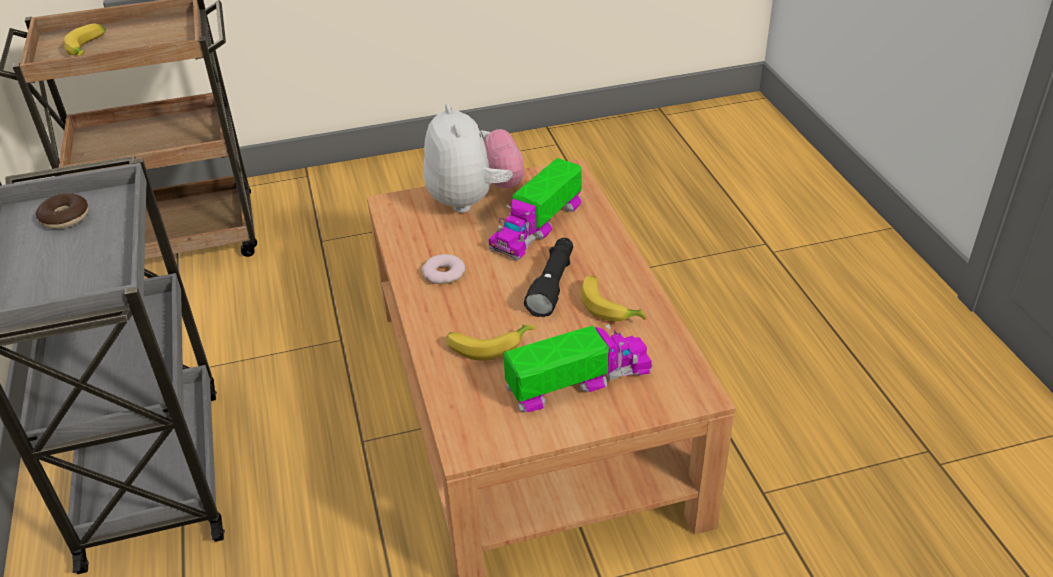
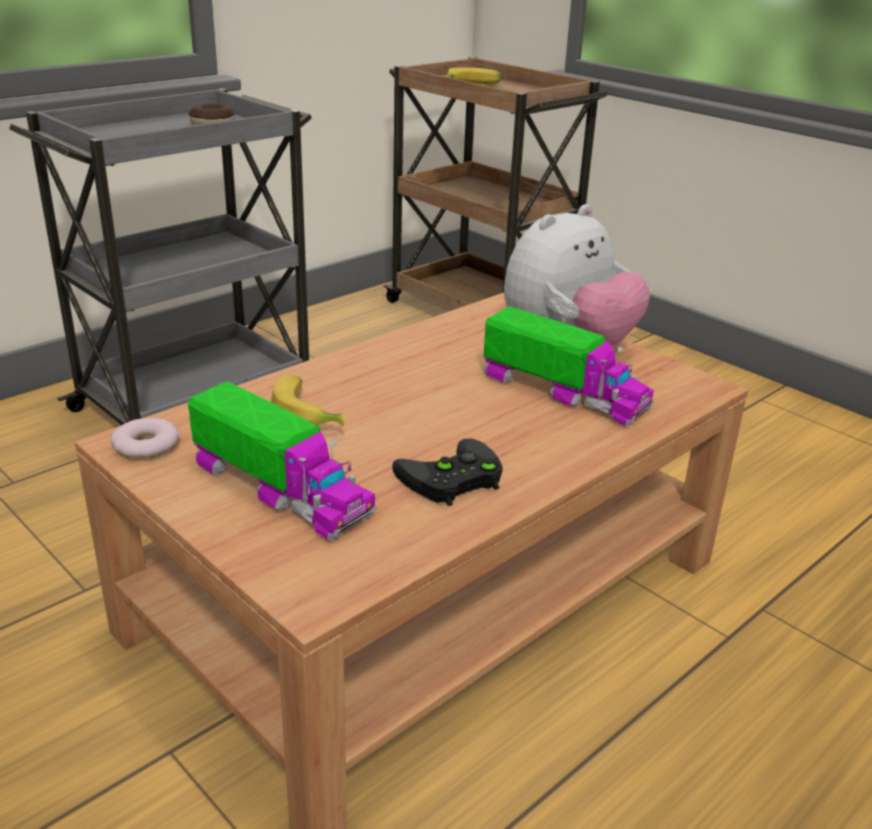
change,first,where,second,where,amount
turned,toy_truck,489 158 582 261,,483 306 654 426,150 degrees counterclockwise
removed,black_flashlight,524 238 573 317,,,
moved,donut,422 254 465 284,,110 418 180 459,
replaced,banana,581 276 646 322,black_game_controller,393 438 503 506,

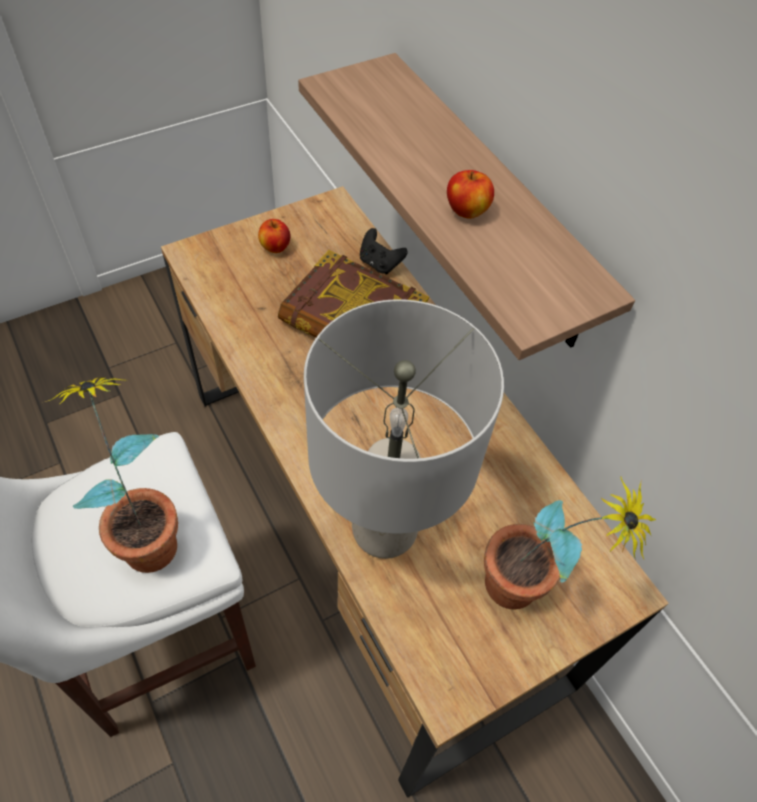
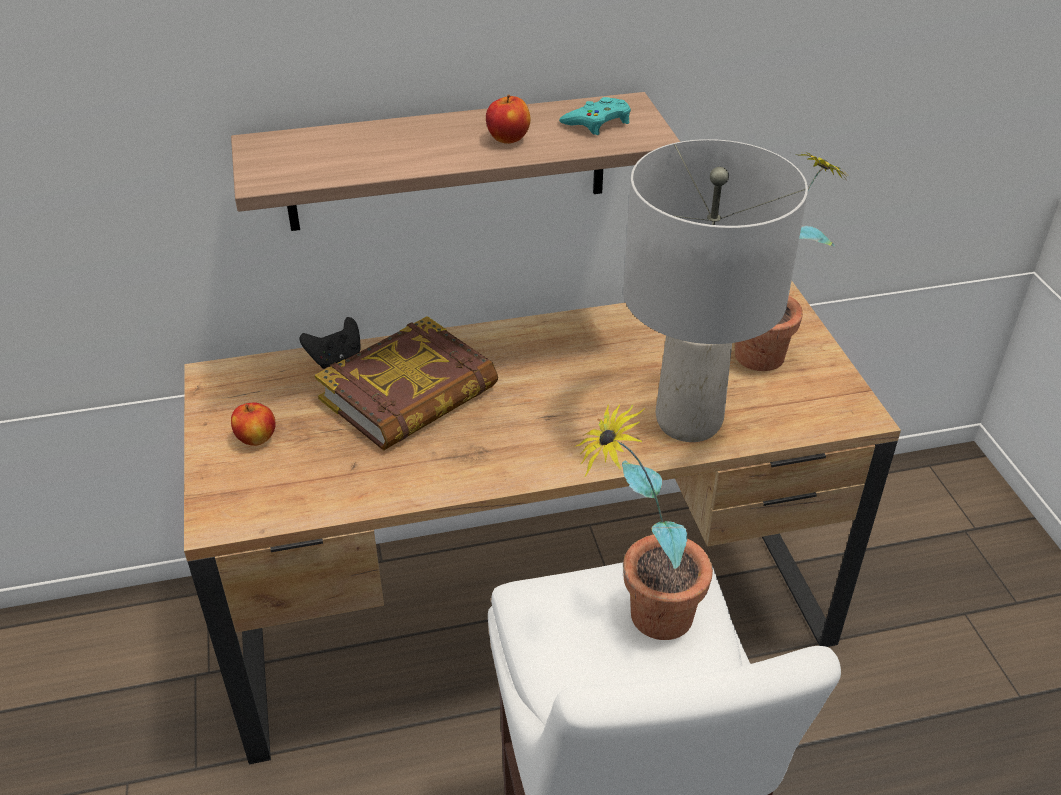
change,first,where,second,where,amount
added,,,turquoise_game_controller,559 97 631 135,

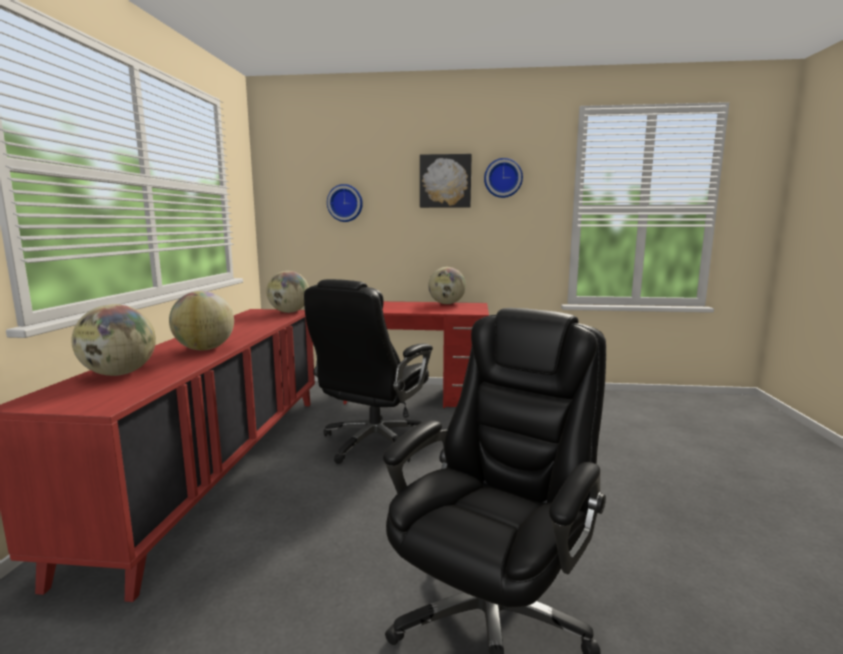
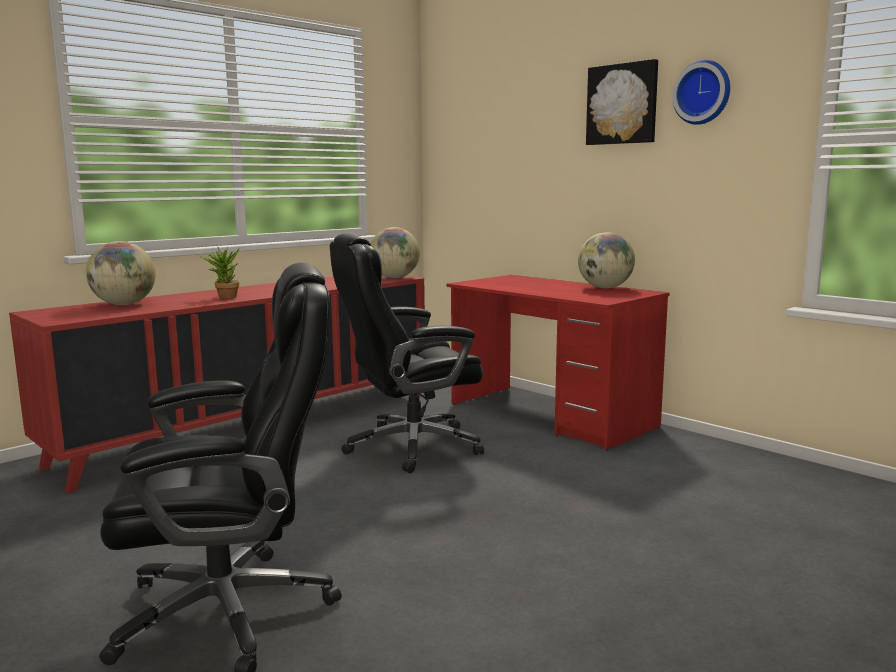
change,first,where,second,where,amount
removed,wall_clock,327 184 363 222,,,
replaced,globe,169 291 234 350,potted_plant,201 247 239 299,

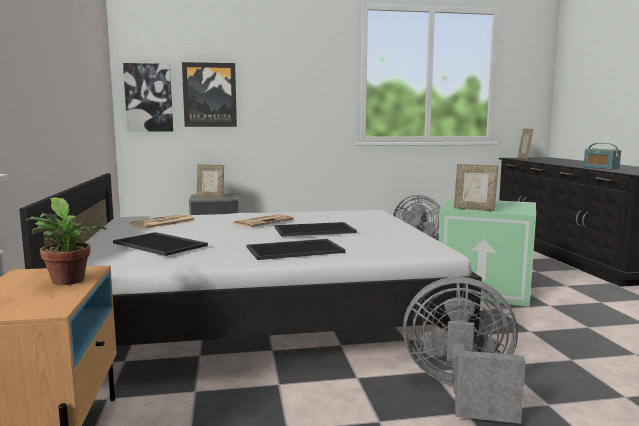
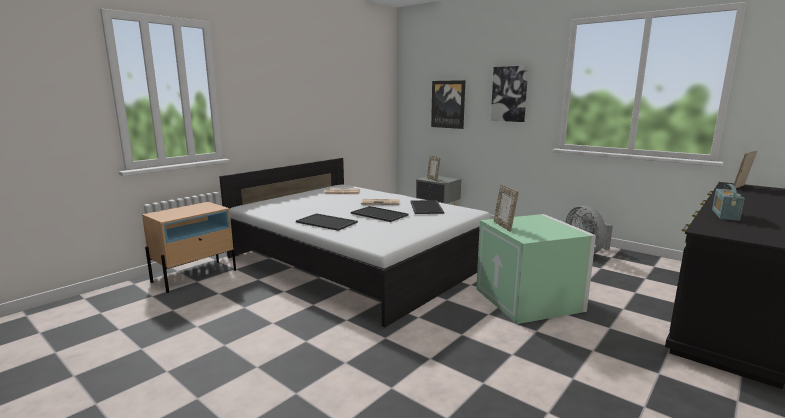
change,first,where,second,where,amount
moved,picture,123 63 173 132,,491 66 528 122,
removed,potted_plant,26 197 107 285,,,
moved,tray,113 232 208 256,,410 200 444 214,
removed,grey_fan,403 277 526 424,,,

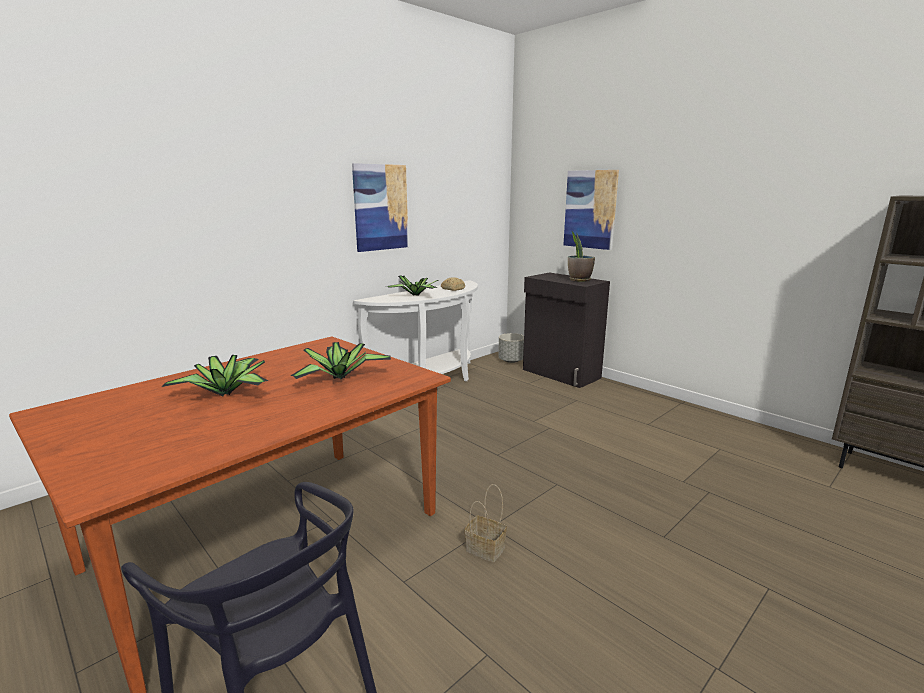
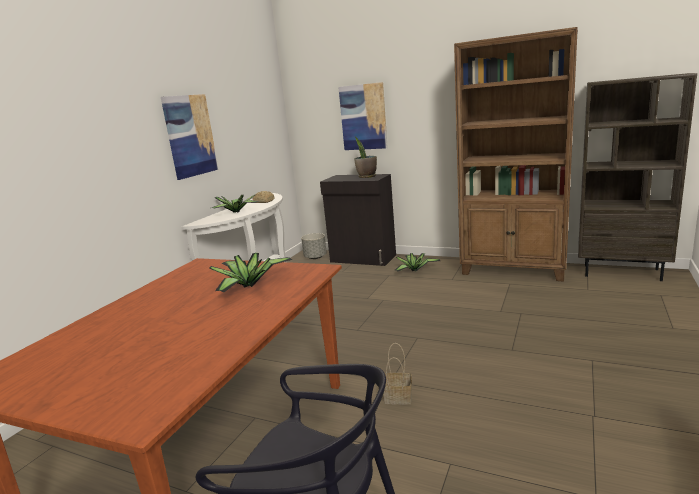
change,first,where,second,where,amount
moved,potted_plant,162 355 268 396,,395 253 440 272,
added,,,brown_bookcase,454 27 578 281,

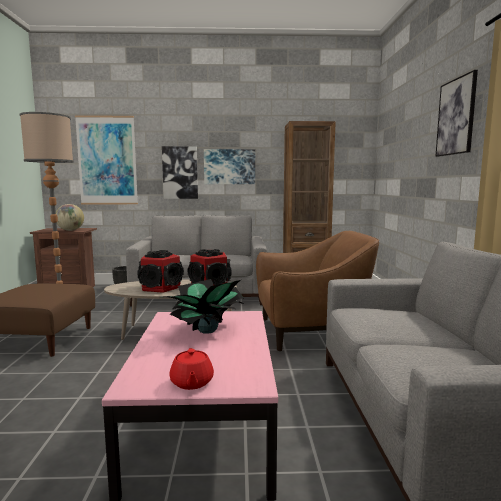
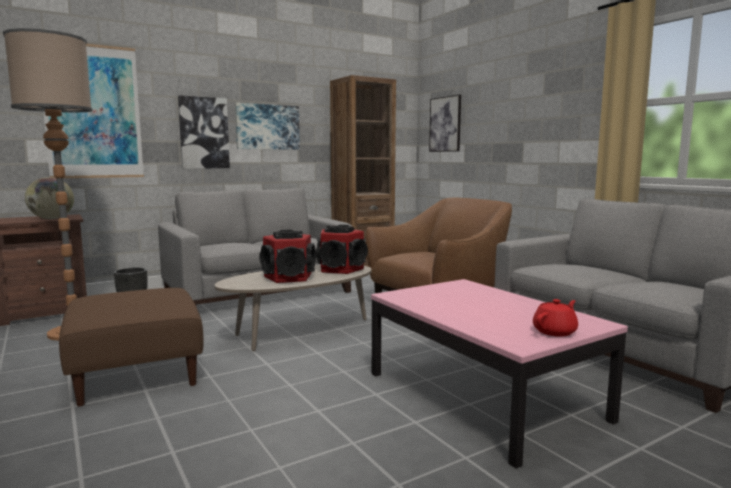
change,first,where,second,where,amount
moved,picture,435 70 478 157,,429 94 461 152,
removed,potted_plant,159 279 244 334,,,
turned,red_teapot,169 348 214 390,,533 299 578 337,90 degrees counterclockwise

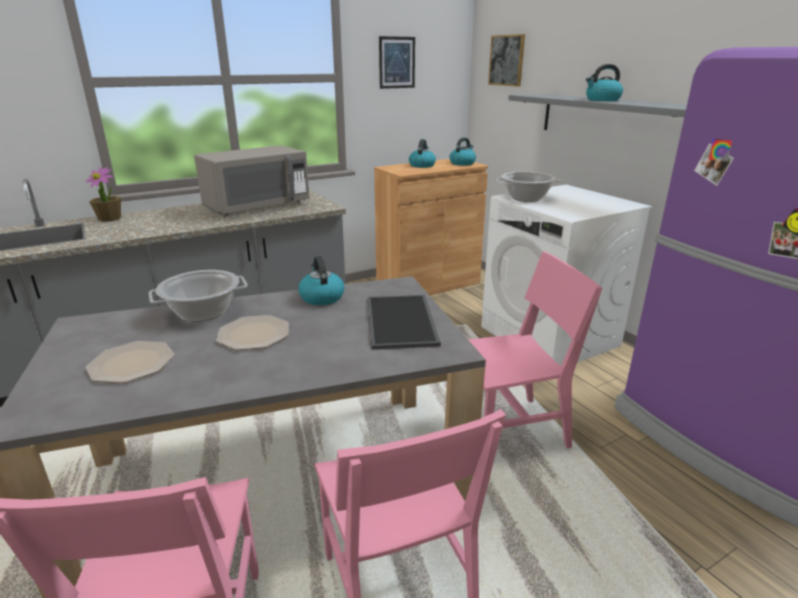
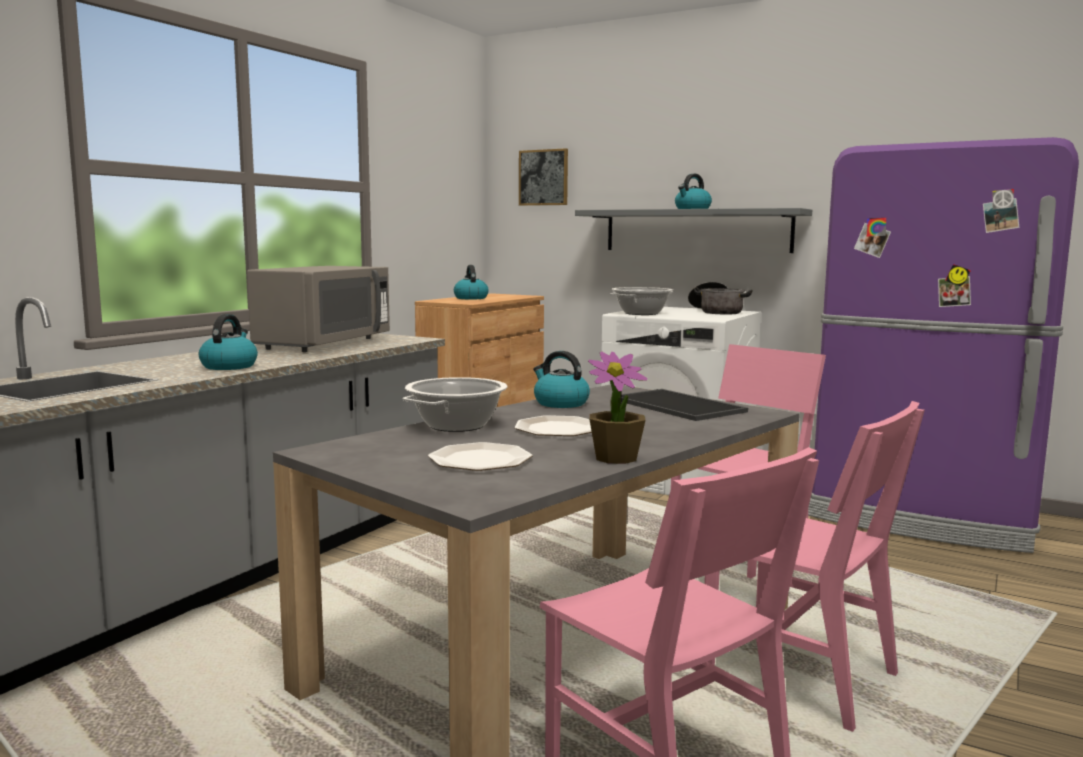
change,first,where,second,where,amount
removed,picture,379 36 415 89,,,
moved,kettle,449 137 476 166,,199 314 258 370,
moved,potted_plant,86 167 121 222,,588 352 647 464,
added,,,cooking_pot,688 282 753 314,

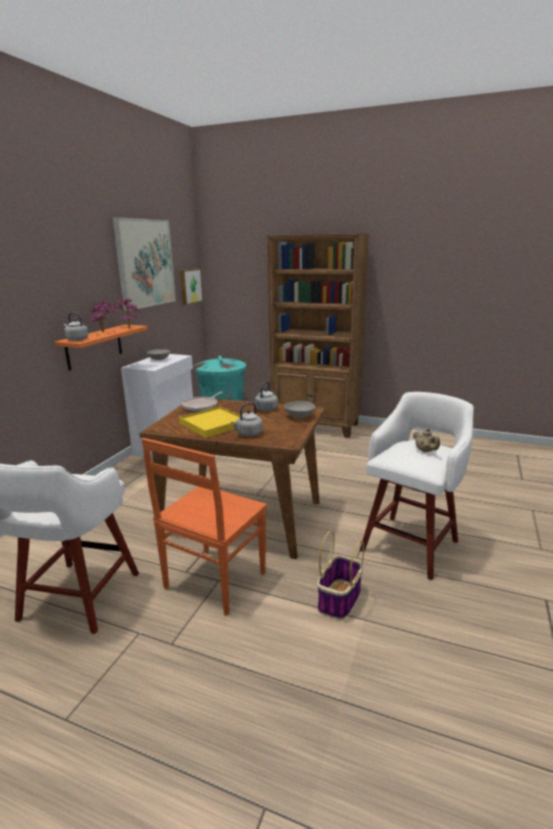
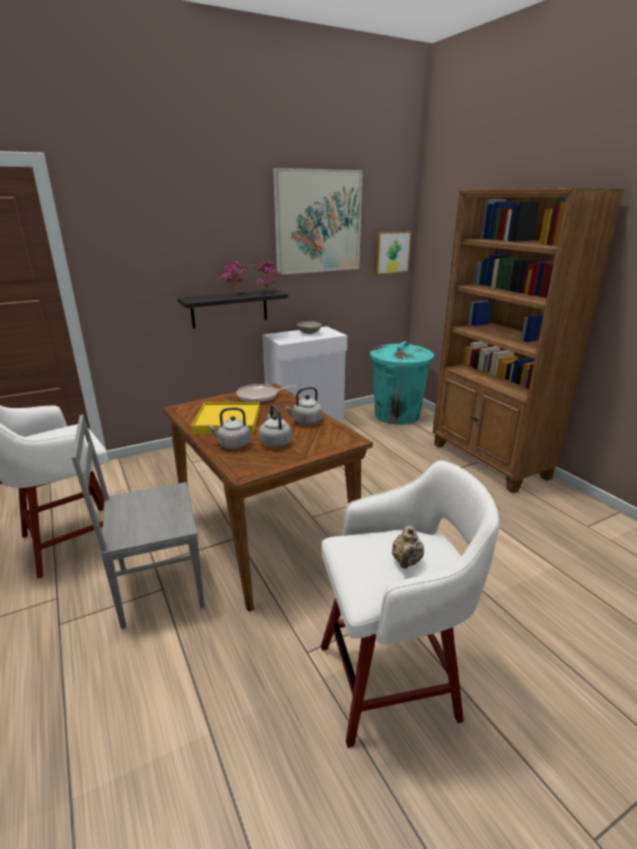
change,first,where,second,where,amount
moved,grey_kettle,64 312 88 341,,259 405 291 448,
recoloured,orange_shelf,54 325 148 371,black_shelf,177 289 288 329,
removed,grey_bowl,284 401 315 418,,,
recoloured,orange_chair,142 438 267 616,grey_chair,71 414 205 629,
removed,basket,317 531 364 619,,,

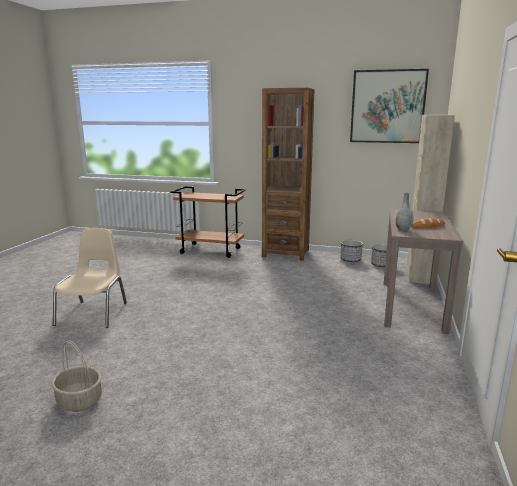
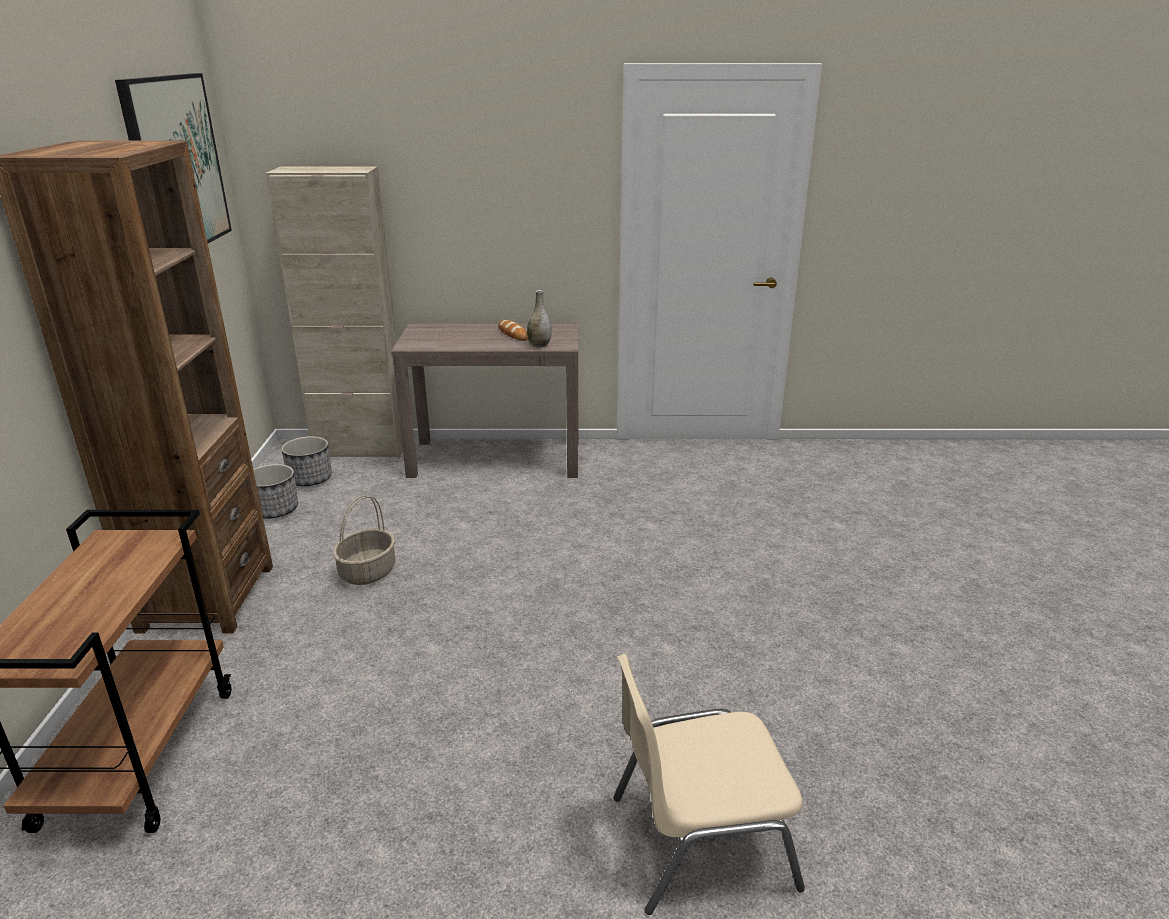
change,first,where,second,where,amount
moved,basket,52 340 102 412,,333 495 395 585,

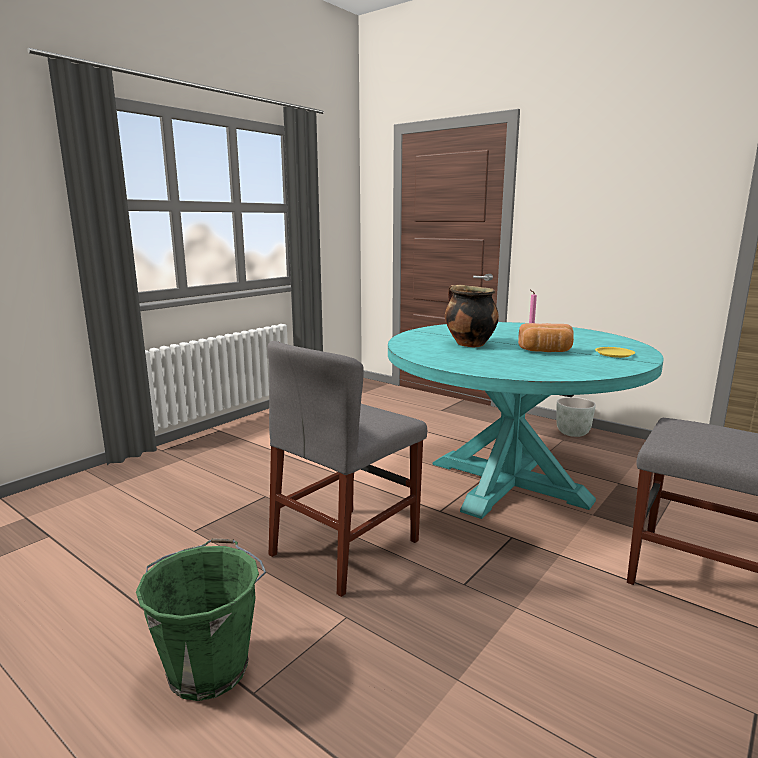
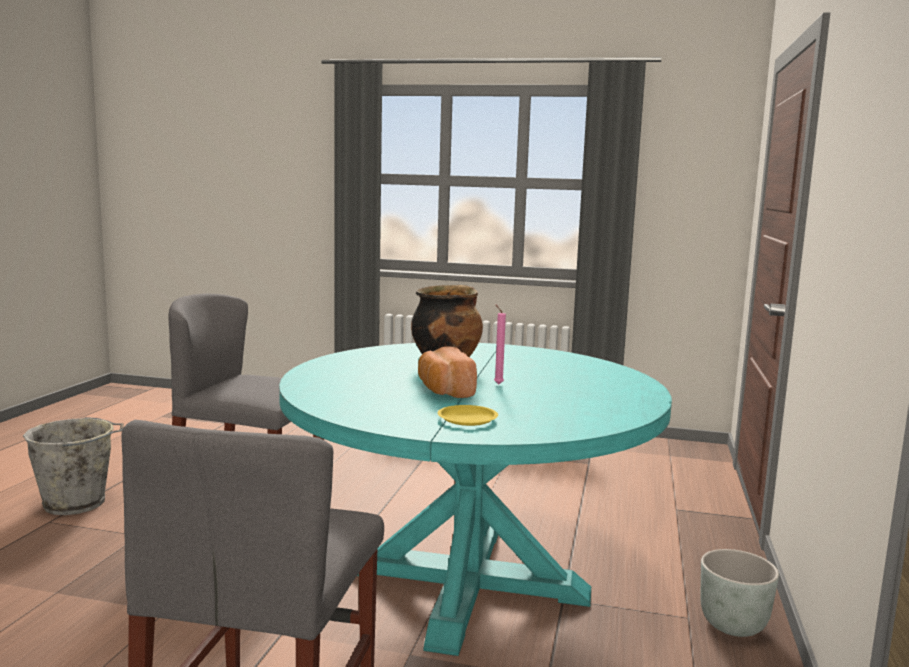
change,first,where,second,where,amount
recoloured,green_bucket,136 538 266 701,grey_bucket,23 417 124 515,

